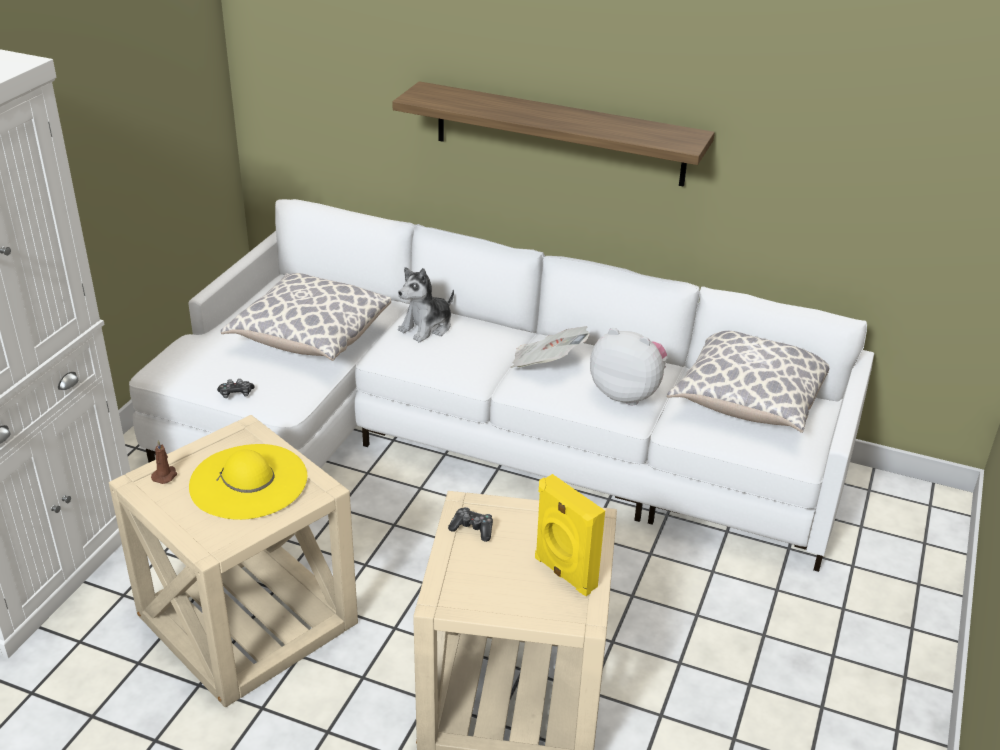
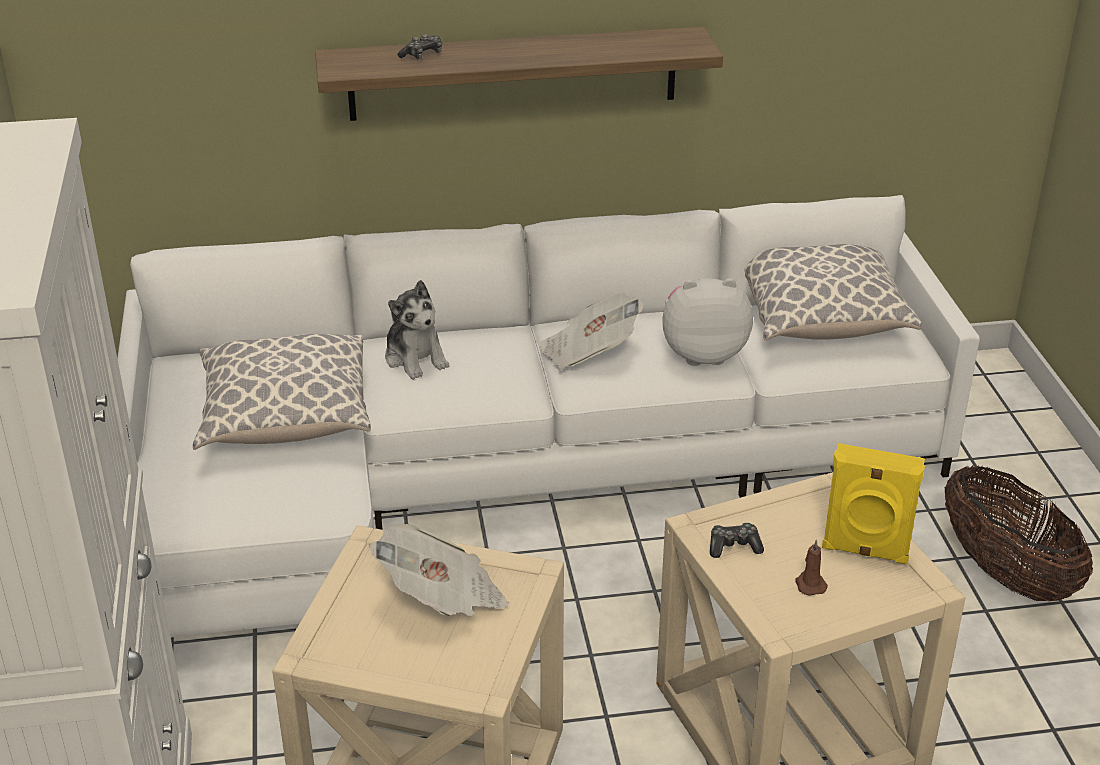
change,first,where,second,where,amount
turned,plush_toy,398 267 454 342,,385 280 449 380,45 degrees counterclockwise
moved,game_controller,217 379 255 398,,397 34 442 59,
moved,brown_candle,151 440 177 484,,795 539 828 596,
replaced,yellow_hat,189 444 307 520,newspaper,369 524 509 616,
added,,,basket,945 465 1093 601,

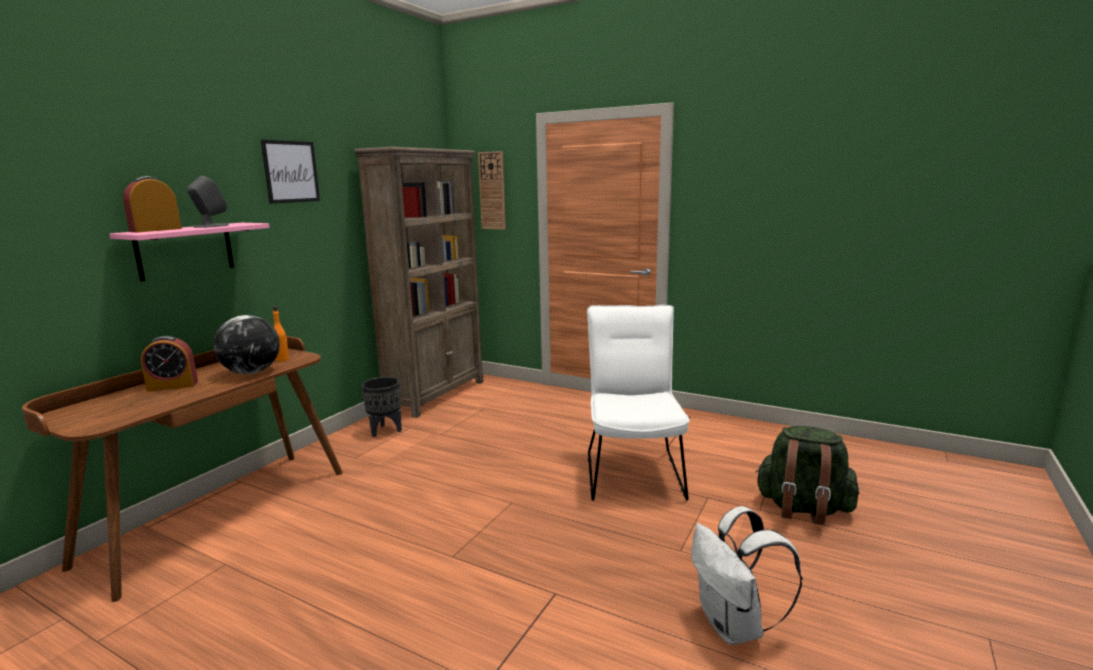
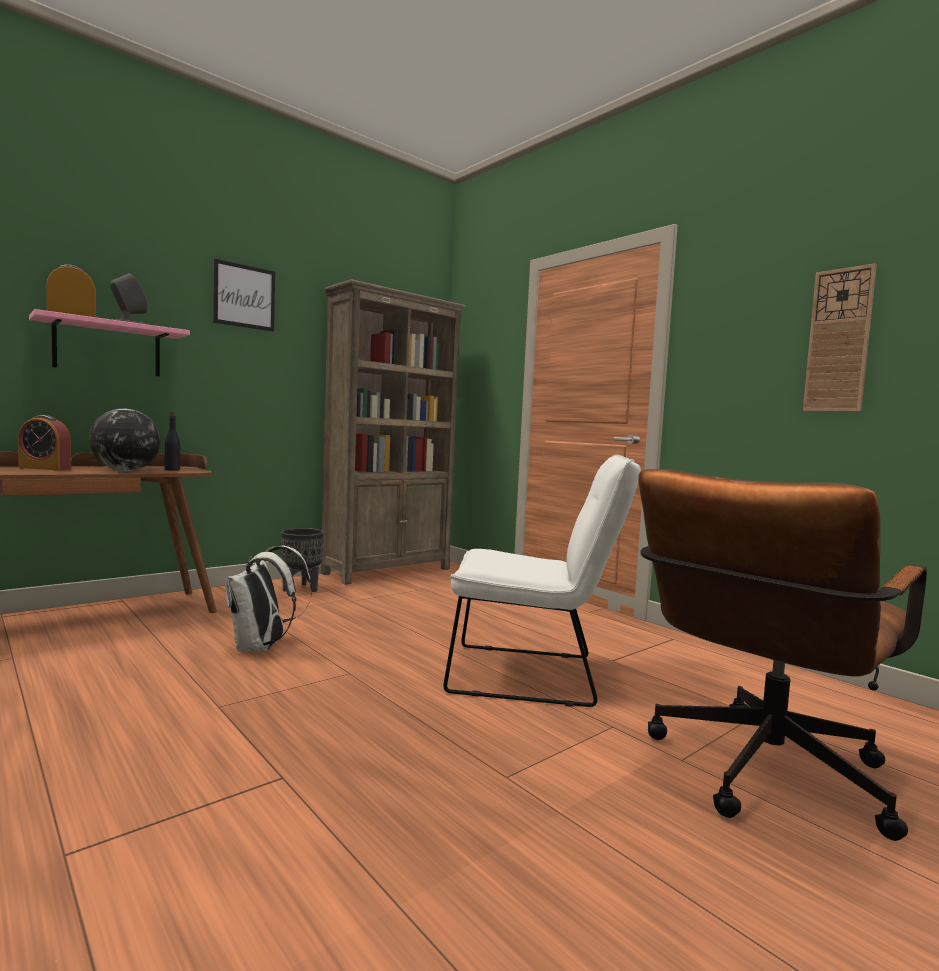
change,first,where,second,where,amount
moved,wall_clock,478 151 506 230,,803 263 877 411,
turned,white_chair,587 305 690 501,,444 454 641 707,75 degrees clockwise
recoloured,orange_bottle,273 306 289 361,black_bottle,165 411 181 471,
replaced,green_backpack,755 426 859 525,brown_office_chair,638 469 927 841,
moved,white_backpack,691 506 803 645,,226 546 312 652,

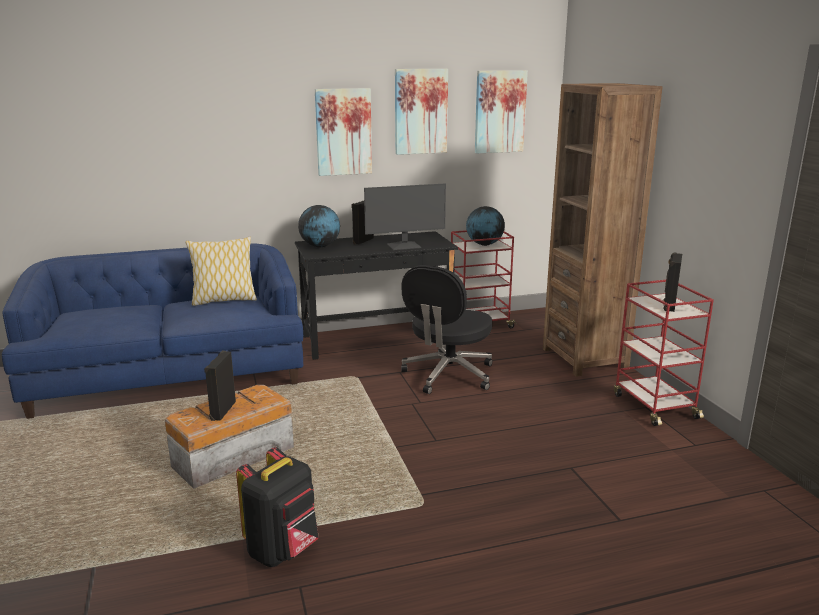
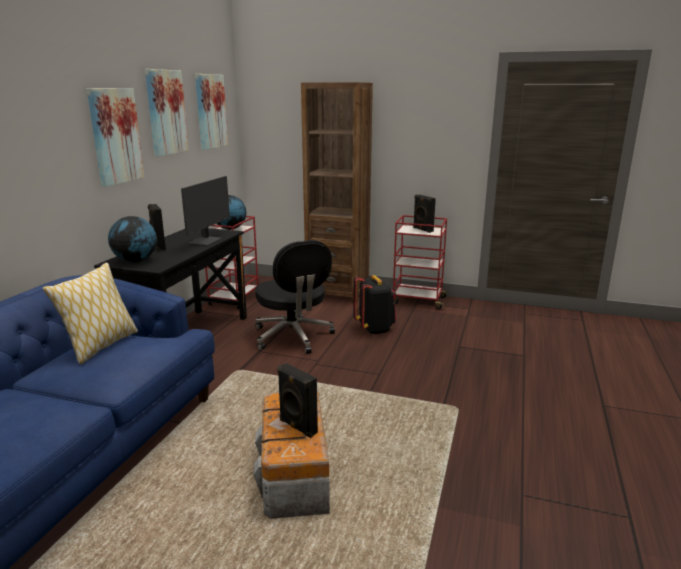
change,first,where,second,where,amount
moved,black_backpack,236 447 319 567,,353 275 396 335,

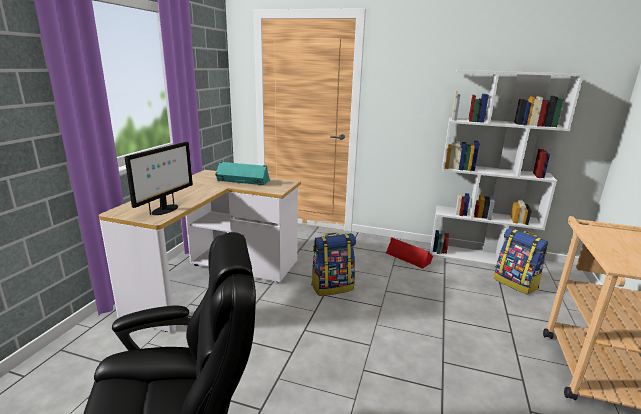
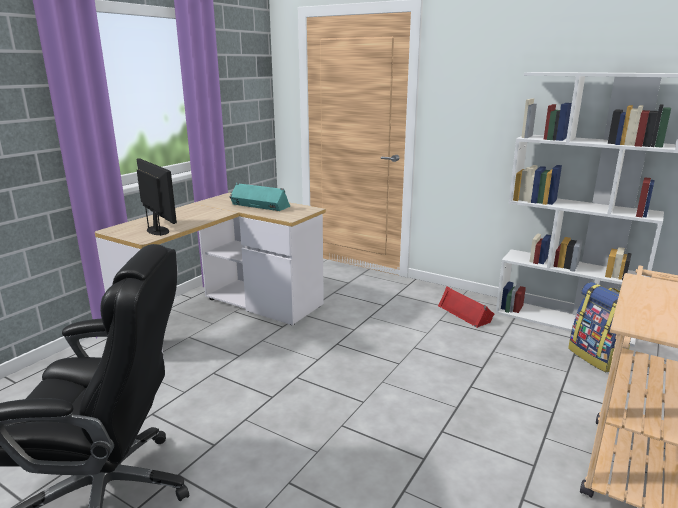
change,first,where,second,where,amount
turned,monitor,125 142 193 215,,137 158 177 236,75 degrees counterclockwise
removed,backpack,311 233 356 296,,,

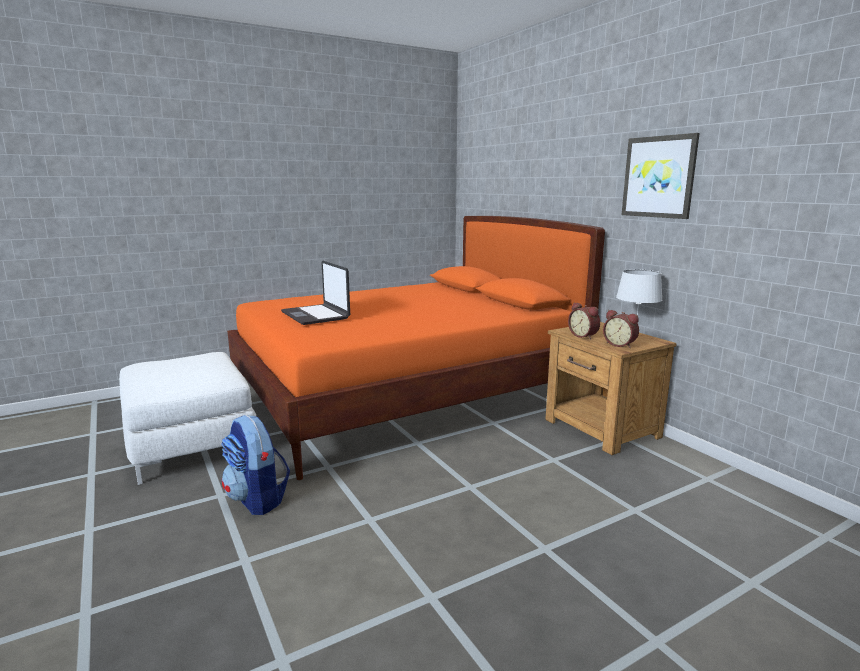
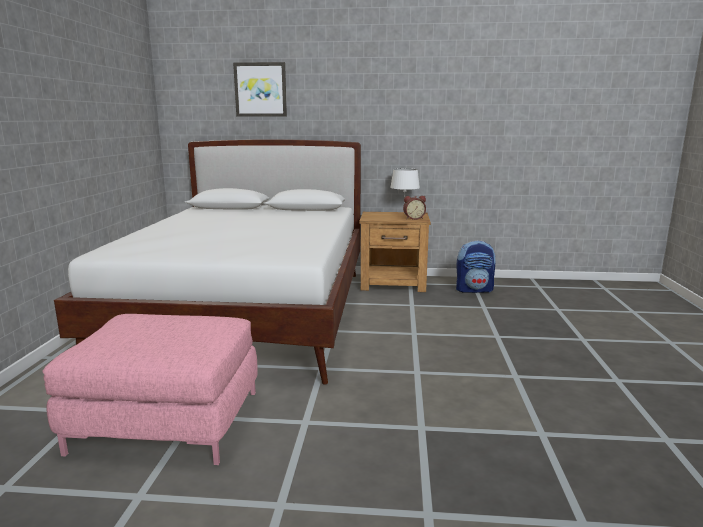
change,first,where,second,where,amount
moved,picture,622 133 700 219,,233 62 287 117,
recoloured,orange_bed,227 216 605 480,white_bed,54 139 361 384,
removed,laptop,281 261 350 325,,,
removed,alarm_clock,568 302 600 339,,,
recoloured,white_ottoman,119 352 257 485,pink_ottoman,43 314 257 465,
moved,backpack,221 415 290 515,,456 241 495 293,

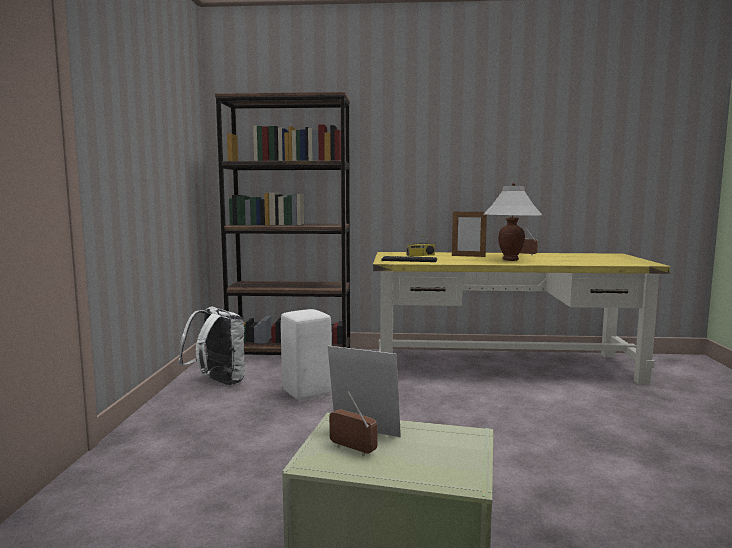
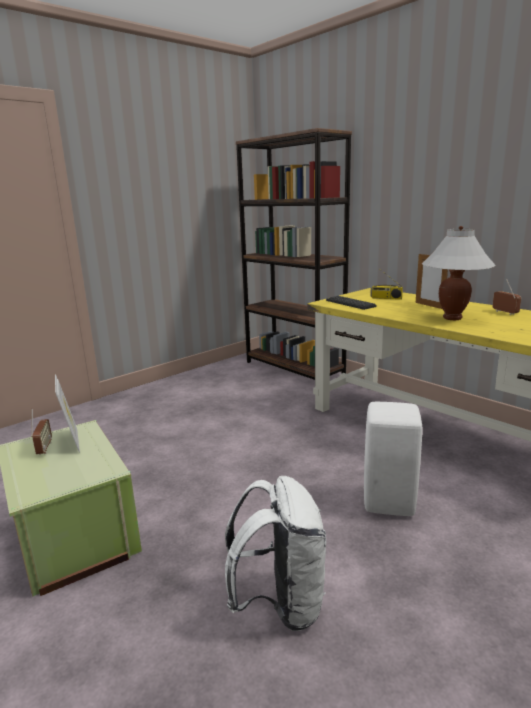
change,first,where,second,where,amount
moved,white_backpack,178 306 245 385,,225 476 326 631,
moved,white_stool,281 309 332 400,,364 402 422 516,

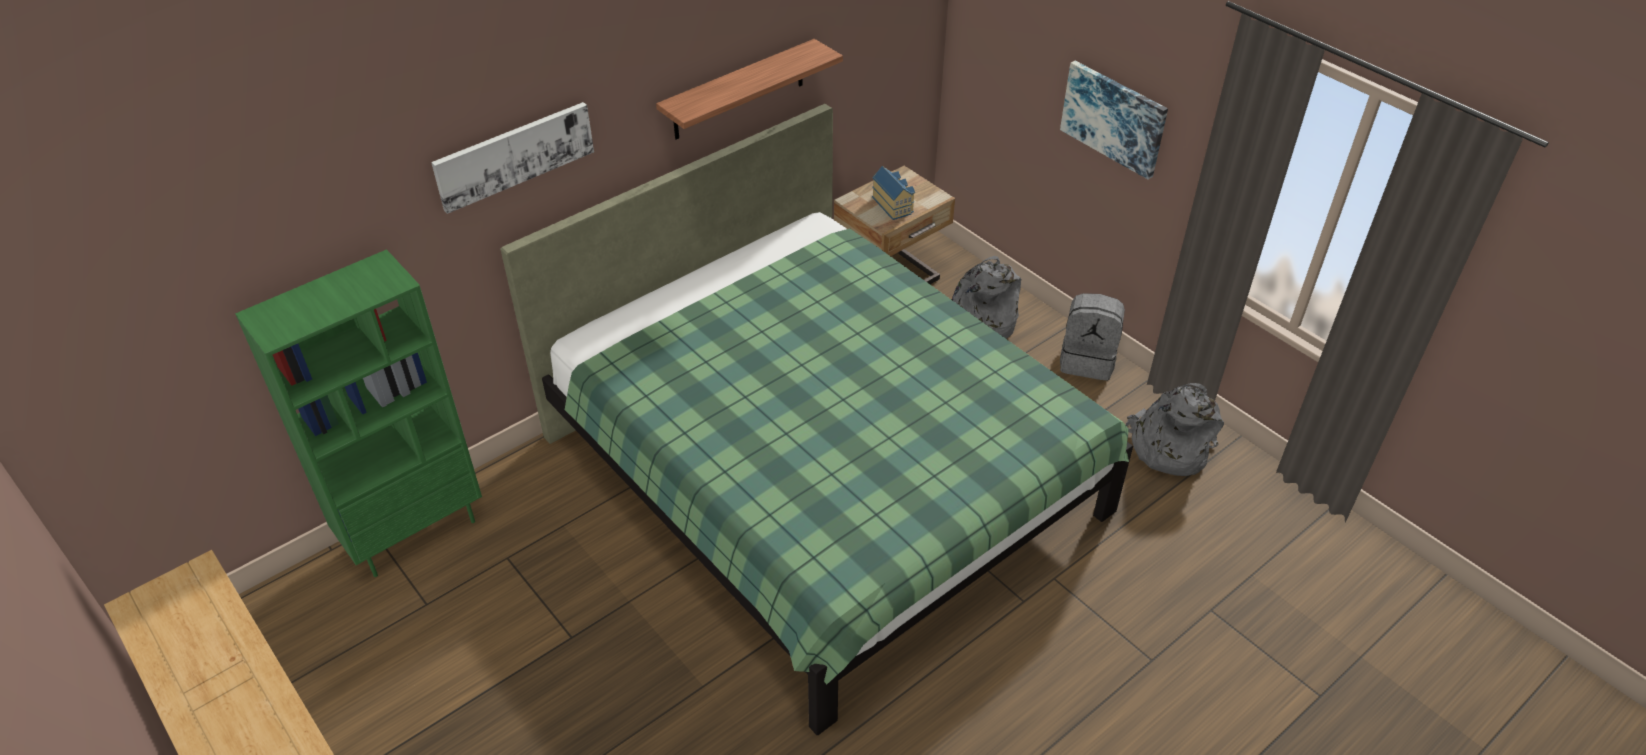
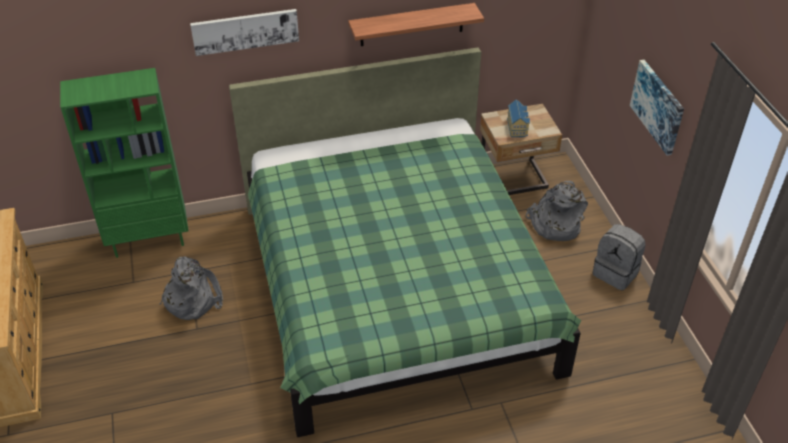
change,first,where,second,where,amount
moved,grey_backpack,1126 383 1224 476,,160 256 223 320,

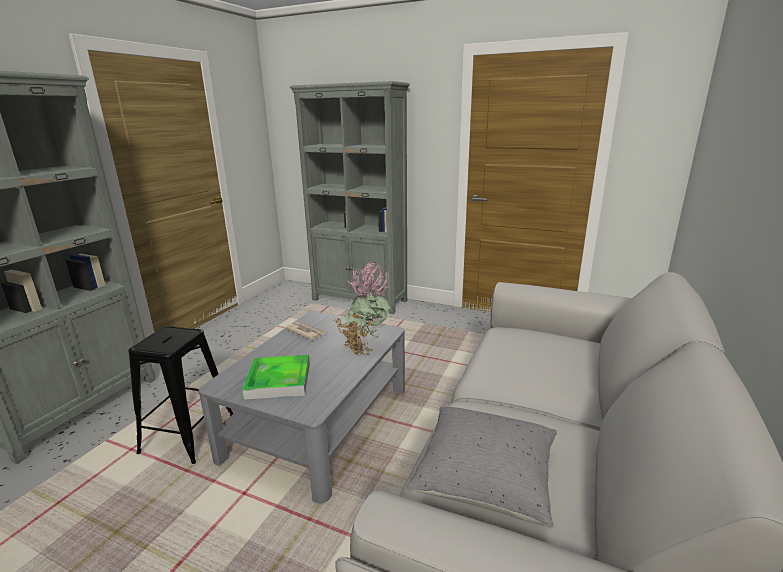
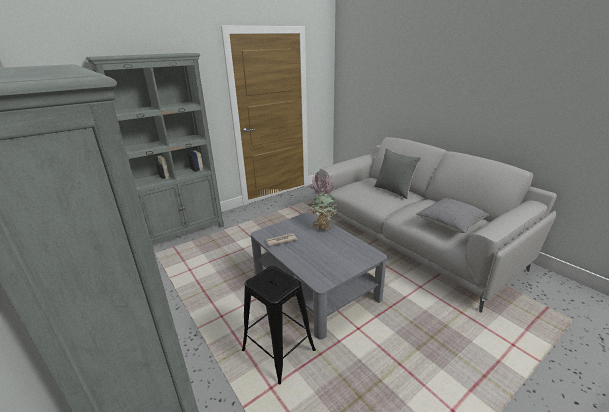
change,first,where,second,where,amount
removed,tray,242 355 310 399,,,
added,,,grey_pillow,374 148 421 199,

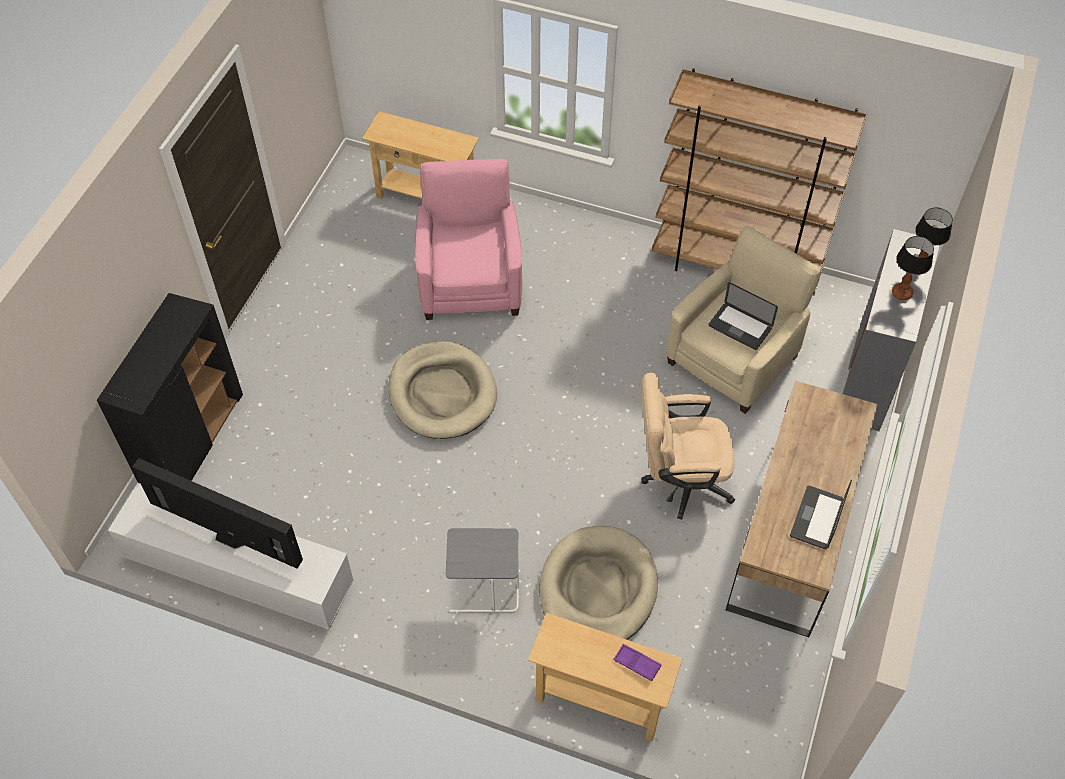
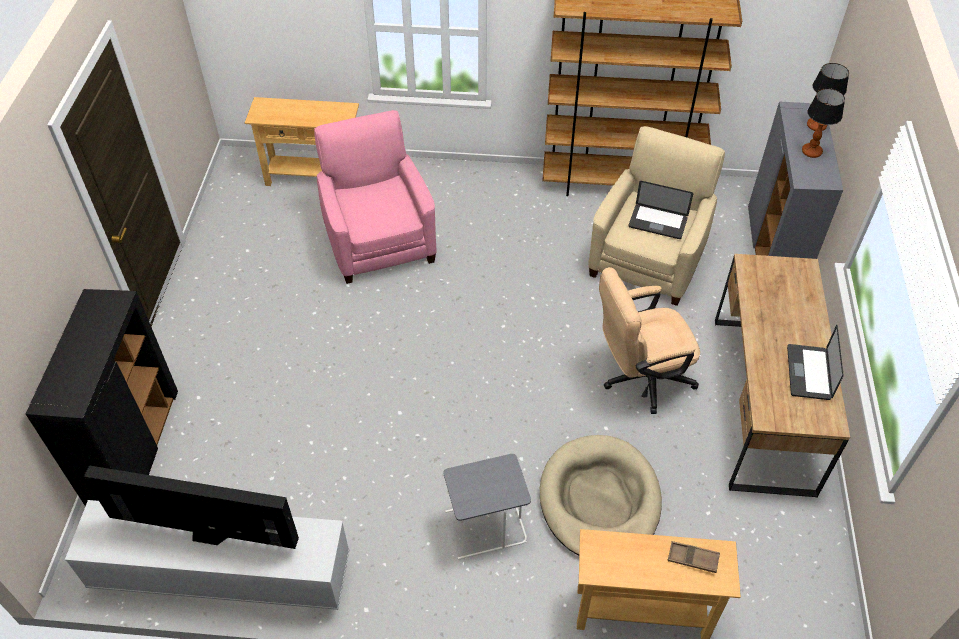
change,first,where,second,where,amount
removed,beige_dog_bed,388 341 497 439,,,
recoloured,purple_tray,613 644 662 681,brown_tray,668 541 720 573,

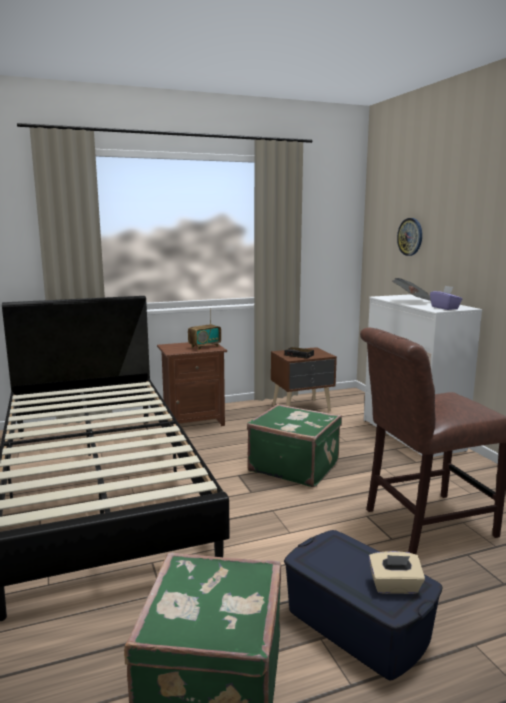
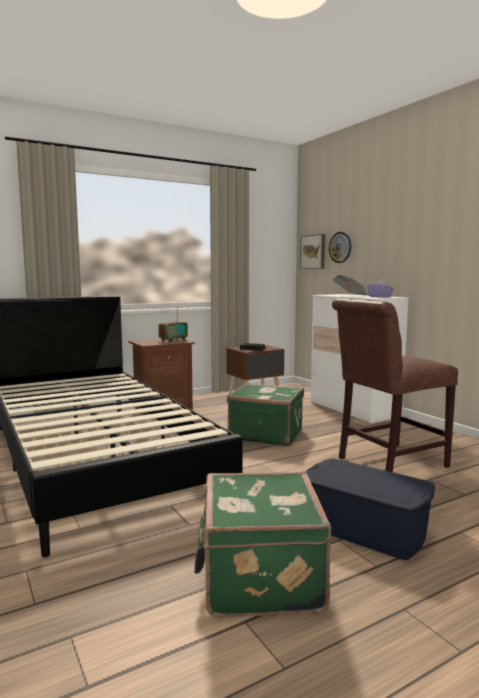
change,first,where,second,where,amount
removed,beige_tissue_box,369 551 425 594,,,
added,,,picture,300 234 325 269,

